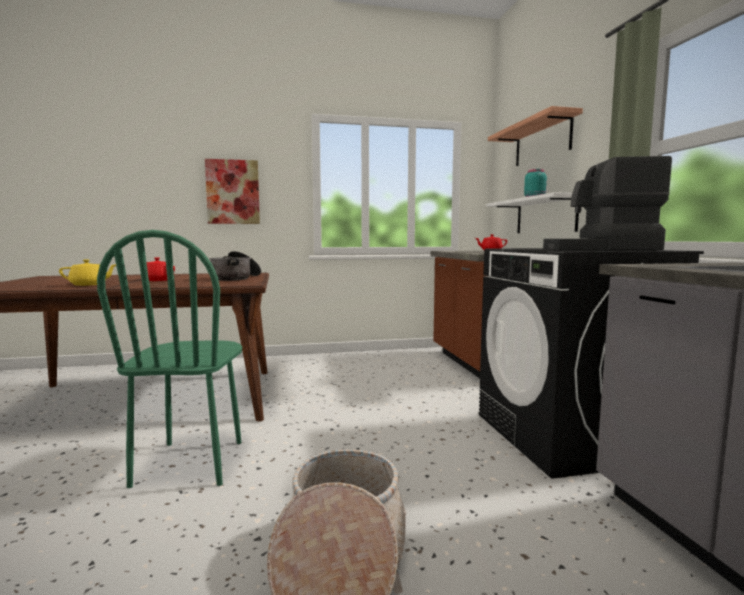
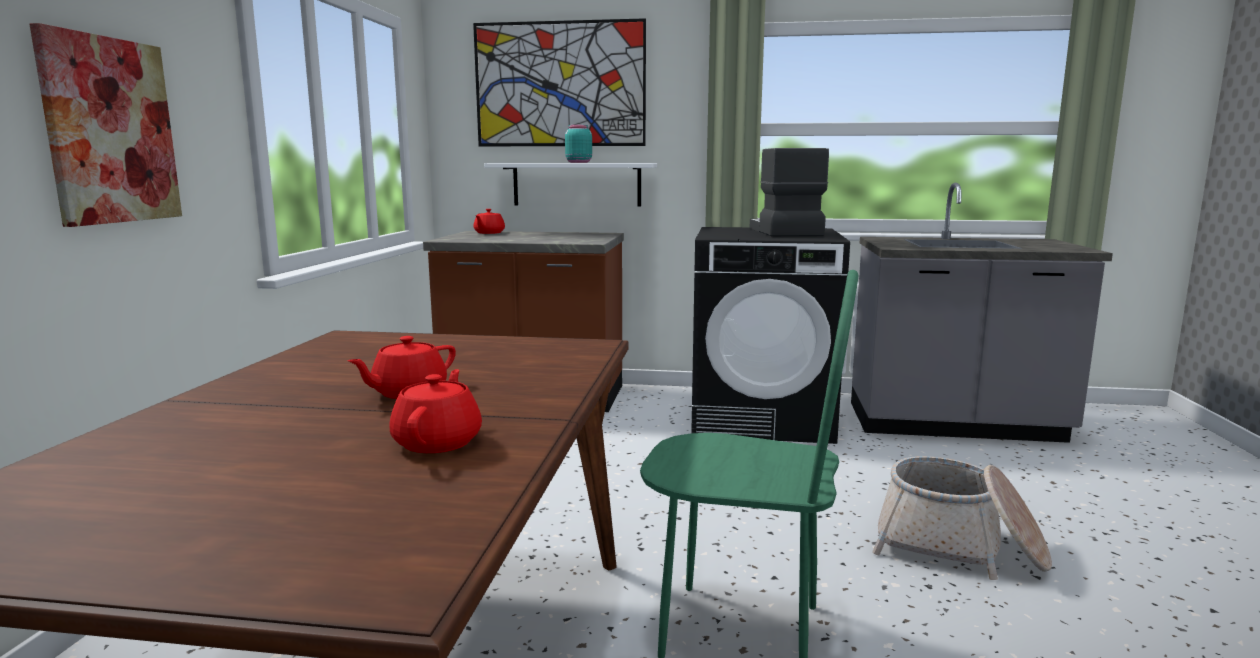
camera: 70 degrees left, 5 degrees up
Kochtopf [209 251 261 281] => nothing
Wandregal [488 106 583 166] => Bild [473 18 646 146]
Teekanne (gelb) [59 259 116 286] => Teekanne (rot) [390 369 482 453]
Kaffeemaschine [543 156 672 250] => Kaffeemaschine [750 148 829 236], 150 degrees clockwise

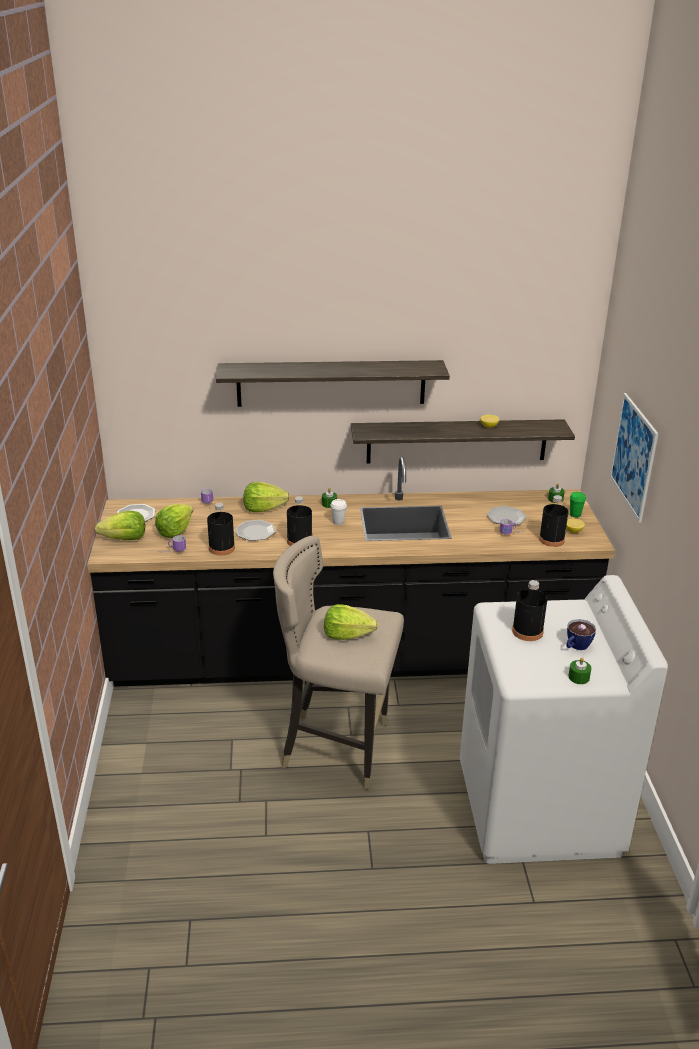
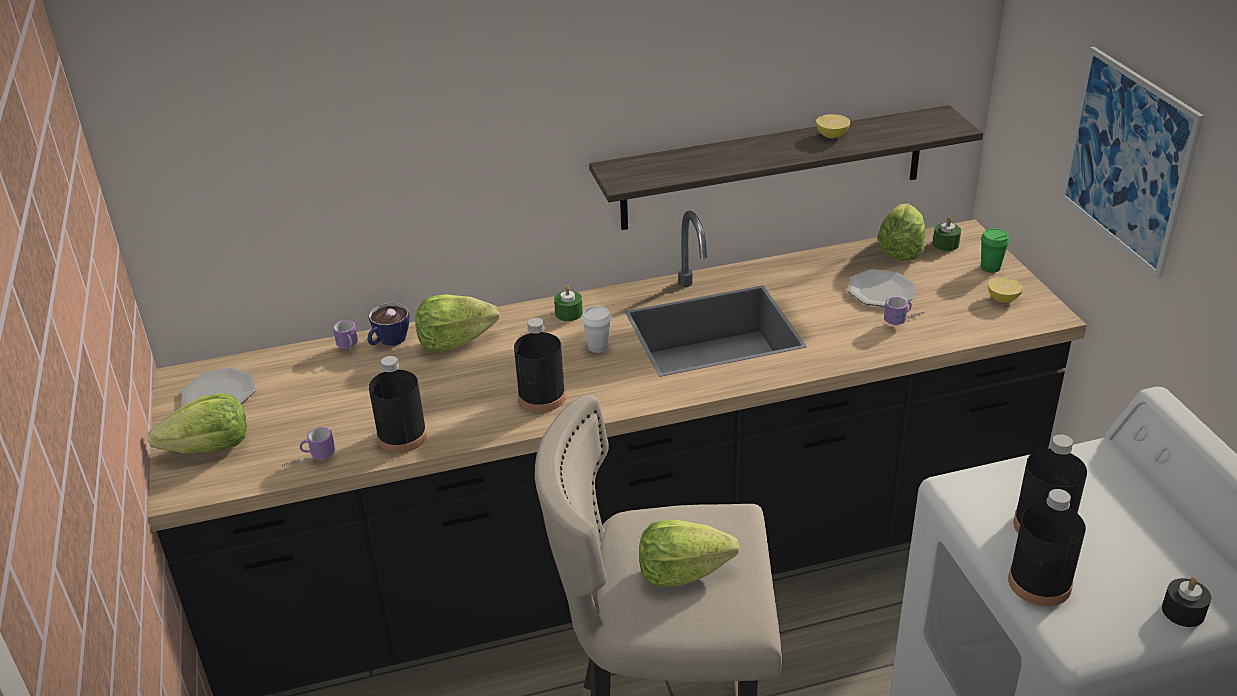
camera: 10 degrees left, 5 degrees up
Wandregal [216 360 450 407] => nothing
Teller [236 520 276 541] => nothing
Salatkopf [155 504 194 538] => Salatkopf [877 204 925 261], move
Flasche (schwarz) [539 495 569 547] => Flasche (schwarz) [1008 489 1086 606], move
Tasse [567 619 596 650] => Tasse [367 303 410 346], move
Kerze (grün) [568 657 591 684] => Kerze (schwarz) [1162 577 1211 627]

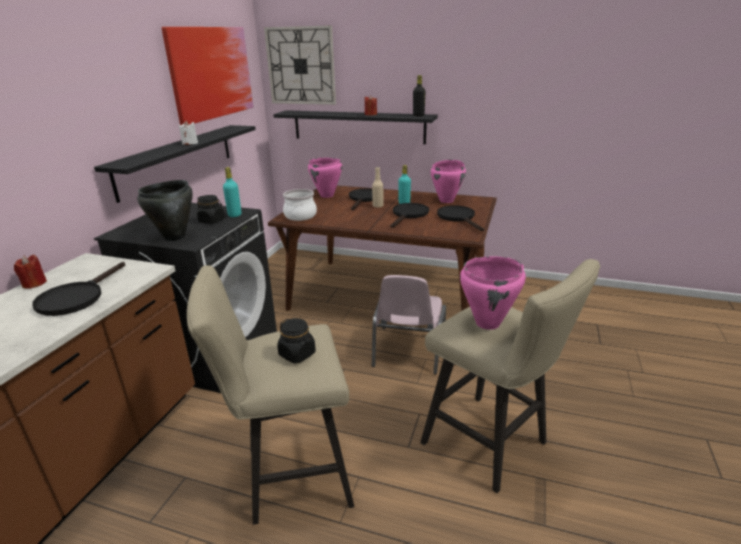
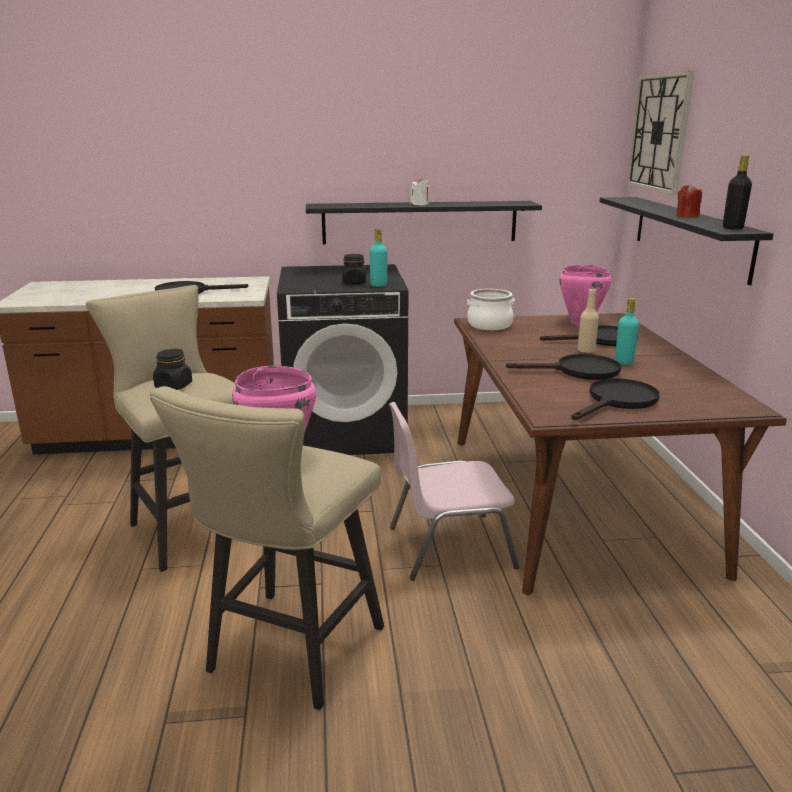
camera: 65 degrees right, 5 degrees down
Kerze (rot) [14 255 47 289] => nothing
Kochtopf (schwarz) [137 180 193 241] => nothing
Bild [161 27 253 125] => nothing
Kochtopf (rosa) [431 160 466 203] => nothing

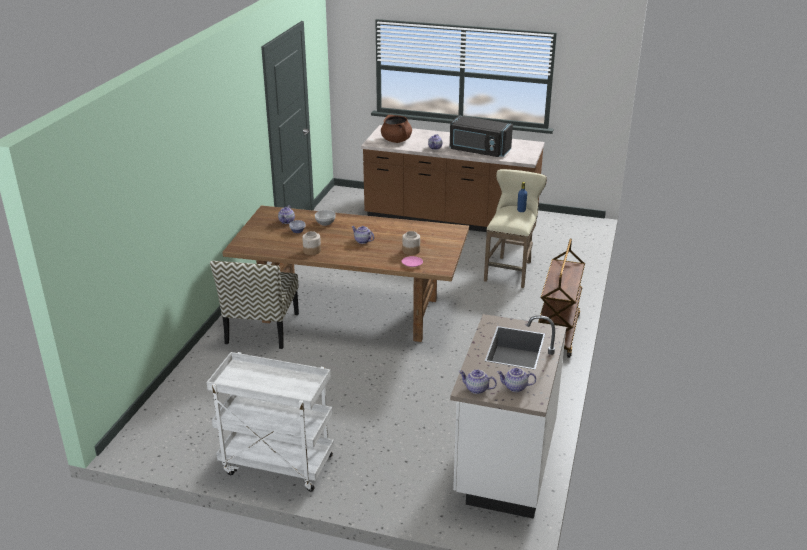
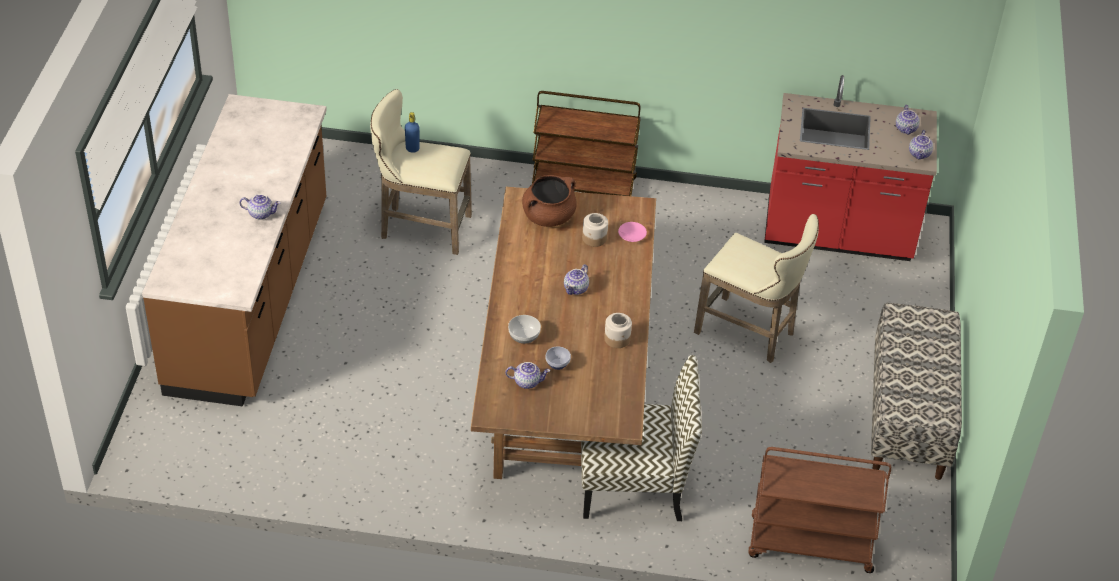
camera: 100 degrees left, 15 degrees up
Mikrowelle (schwarz) [450 115 513 157] => nothing
nothing => Hocker (beige) [694 214 819 363]
nothing => Rollwagen (braun) [748 447 891 573]
Kochtopf (braun) [381 115 412 143] => Kochtopf (braun) [522 175 577 227], move
Rollwagen (weiß) [207 352 334 492] => Bank [871 303 962 480]
Küchenzeile (weiß) [450 314 566 519] => Küchenzeile (rot) [764 75 937 261]

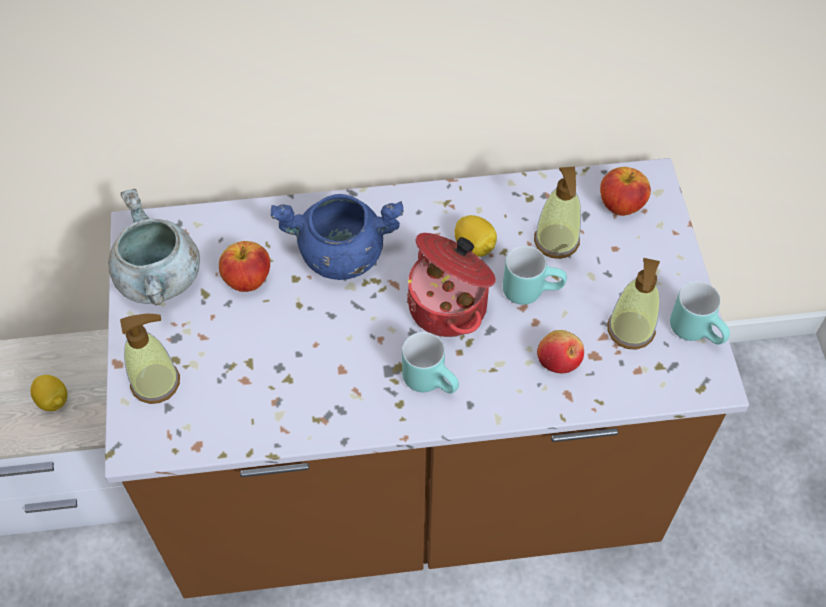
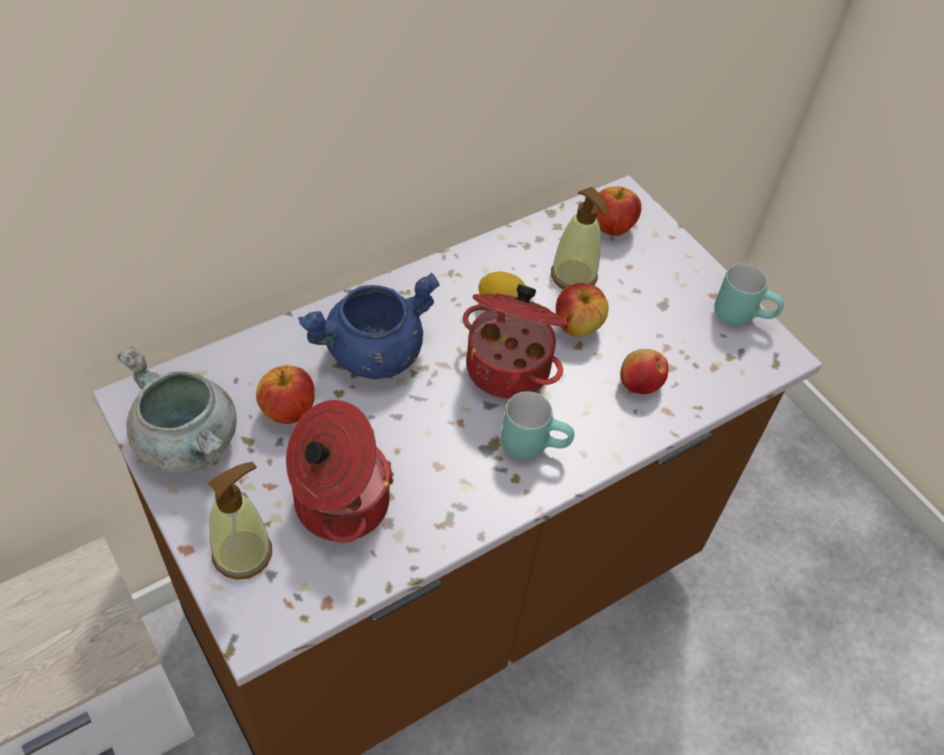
camera: 30 degrees left, 5 degrees down
Zitrone [31 375 68 411] => nothing
Seifenspender [607 258 660 350] => nothing
nothing => Kochtopf [286 400 394 543]
Henkelbecher (türkis) [503 246 567 305] => Apfel [556 283 609 337]

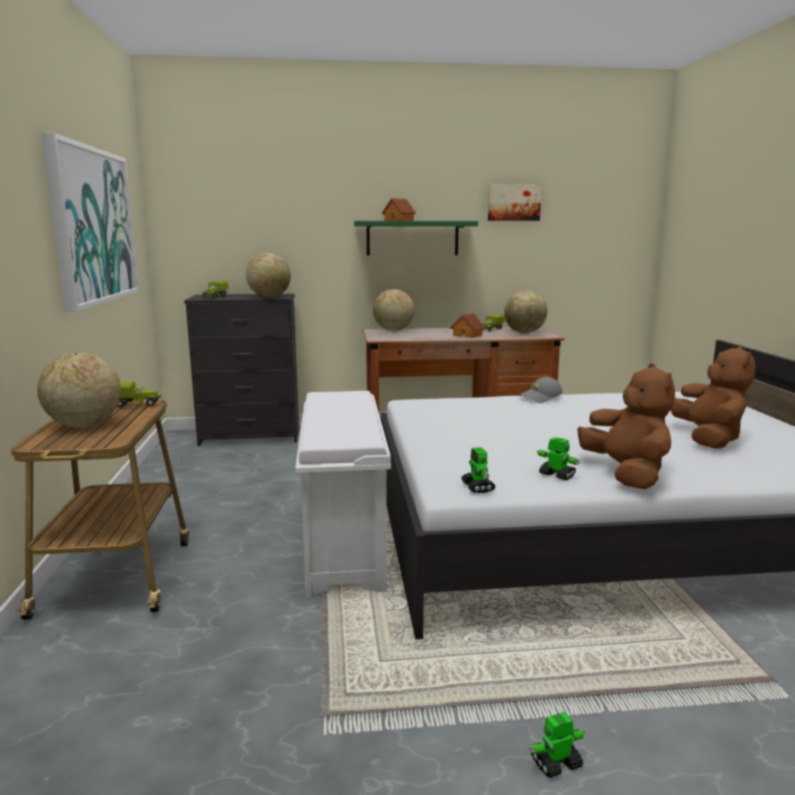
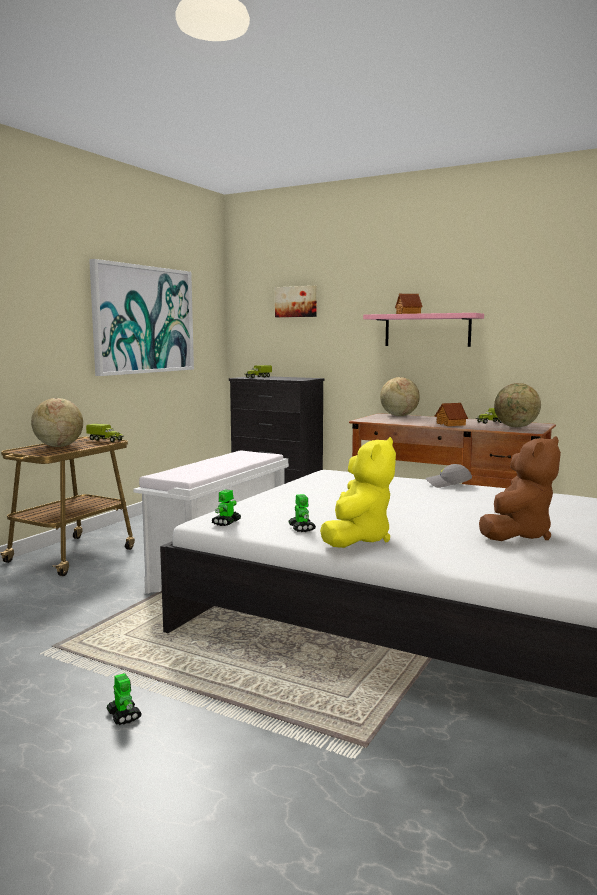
camera: 35 degrees right, 5 degrees down
Globus [246 253 291 298] => nothing
Bild [488 185 542 221] => Bild [275 286 317 317], move
Wandregal (grün) [354 221 478 256] => Wandregal (rosa) [363 313 484 347]
Plüschtier (braun) [577 363 675 489] => Plüschtier (gelb) [320 437 396 548]
Spielzeugroboter [529 712 585 778] => Spielzeugroboter [106 673 142 725], 45 degrees clockwise

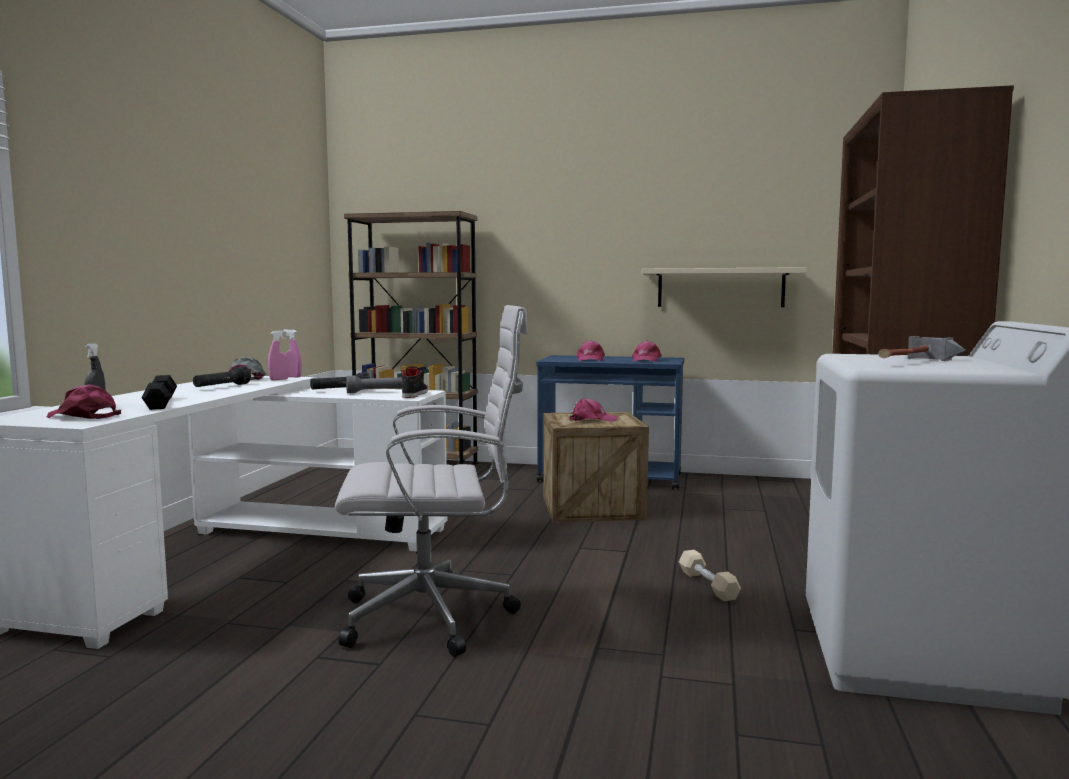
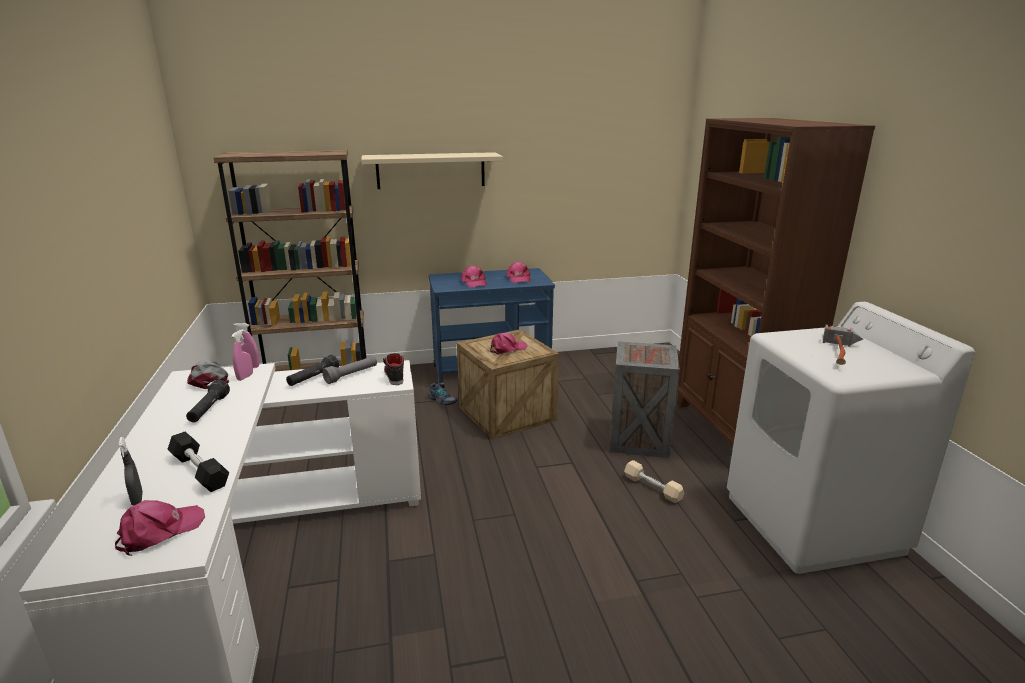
camera: 25 degrees left, 15 degrees up
Bürostuhl (weiß) [335 305 528 657] => nothing
nothing => Schuh [428 383 457 405]
nothing => Kiste [610 341 680 458]
Wandregal (beige) [641 267 806 307] => Wandregal (beige) [361 152 503 189], move
Kappe (rosa) [47 384 121 419] => Kappe (rosa) [115 500 205 556], 135 degrees clockwise

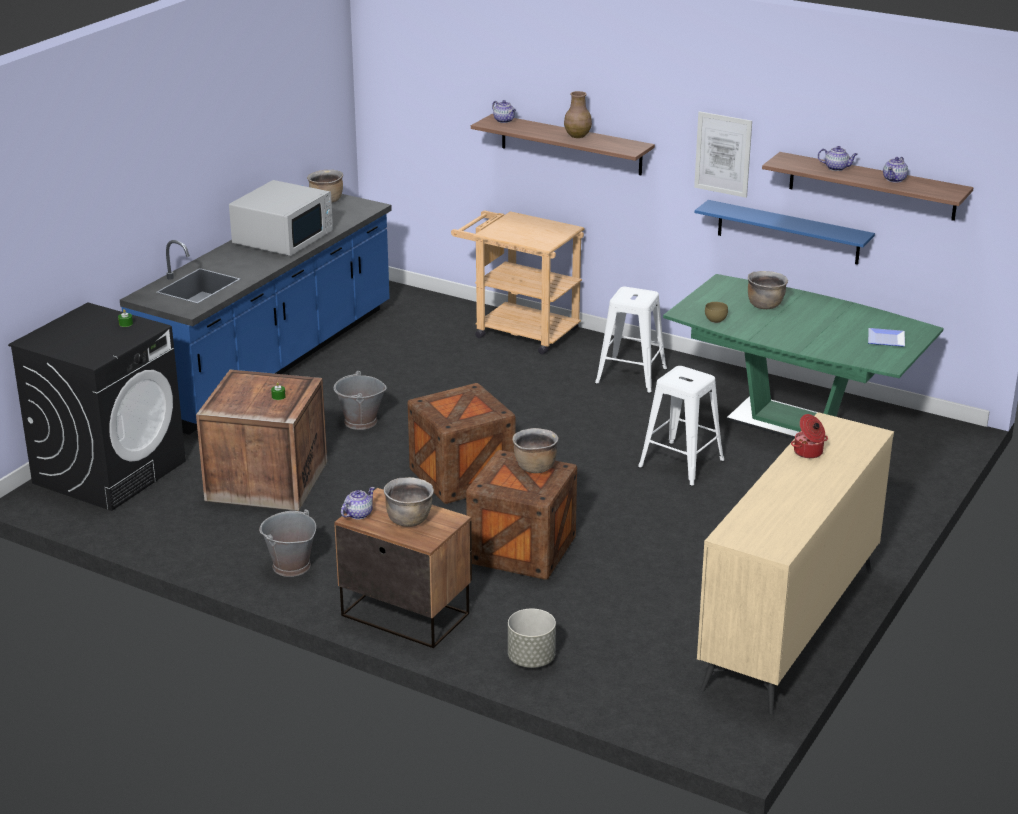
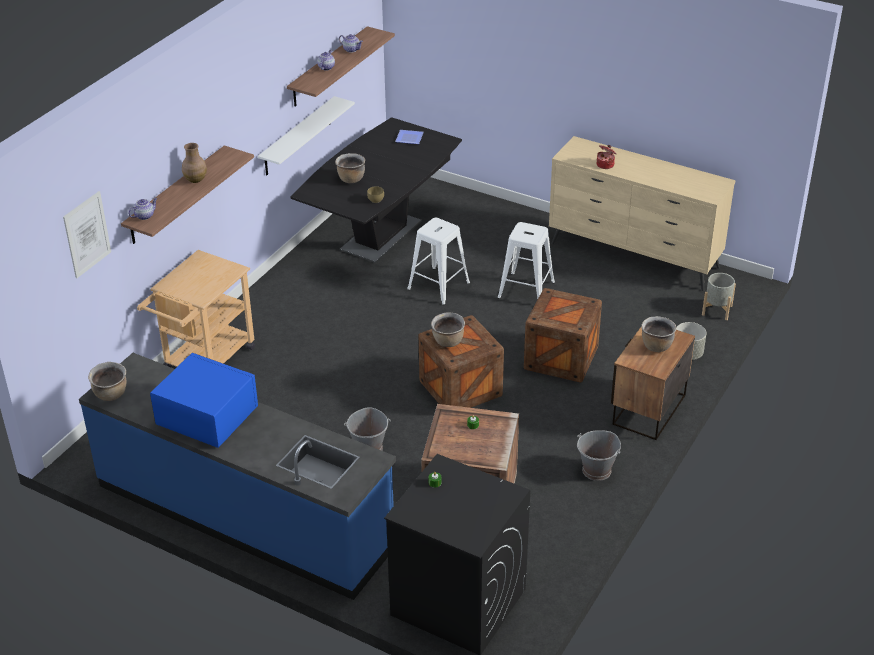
camera: 90 degrees left, 10 degrees up
Teekanne [341 487 375 519] => nothing
nothing => Pflanzkübel (grau) [702 273 736 320]
Kochtopf (braun) [512 428 559 473] => Kochtopf (braun) [431 312 465 347], move
Hocker (weiß) [595 287 667 393] => Hocker (weiß) [497 222 555 299], move
Bild [694 111 752 198] => Bild [63 191 111 278], move
Mikrowelle (weiß) [229 180 333 256] => Mikrowelle (blau) [150 353 258 448]
Esstisch (grün) [663 274 944 439] => Esstisch (schwarz) [290 117 462 263]
Wandregal (blau) [695 200 875 265] => Wandregal (weiß) [258 96 355 175]

